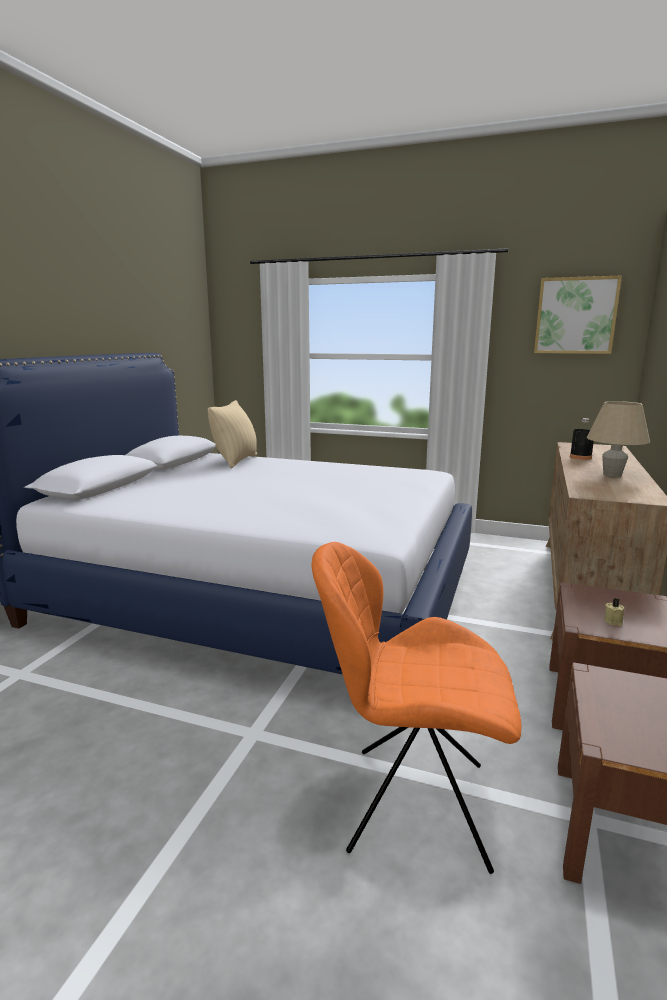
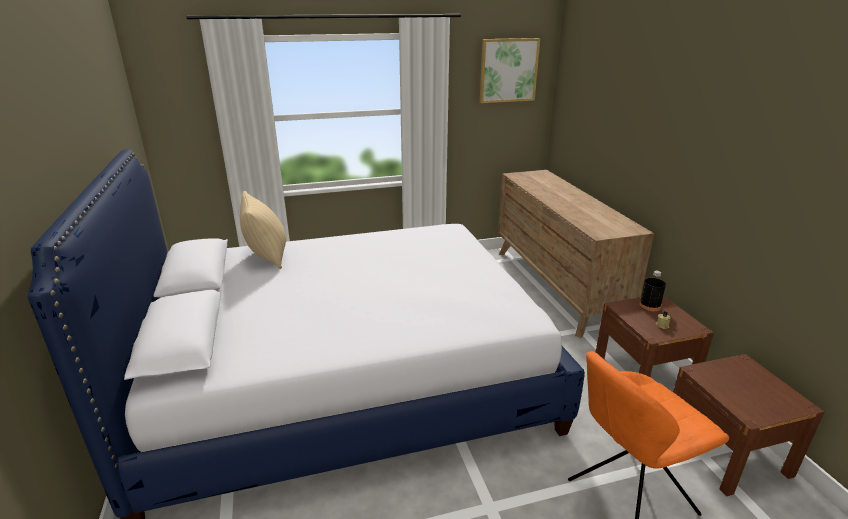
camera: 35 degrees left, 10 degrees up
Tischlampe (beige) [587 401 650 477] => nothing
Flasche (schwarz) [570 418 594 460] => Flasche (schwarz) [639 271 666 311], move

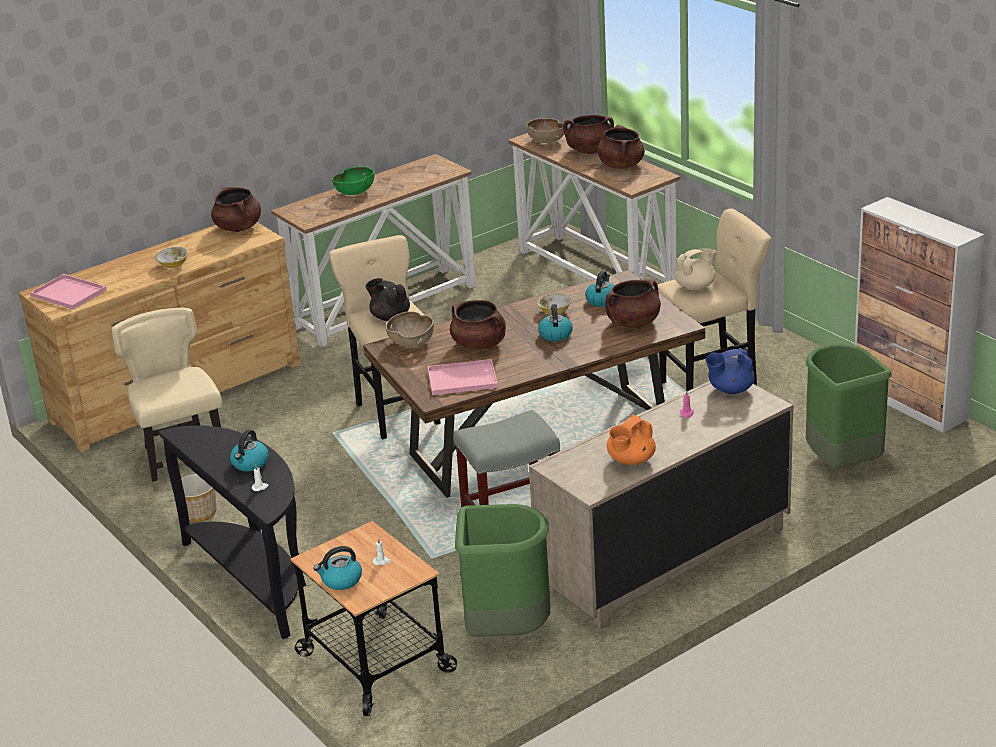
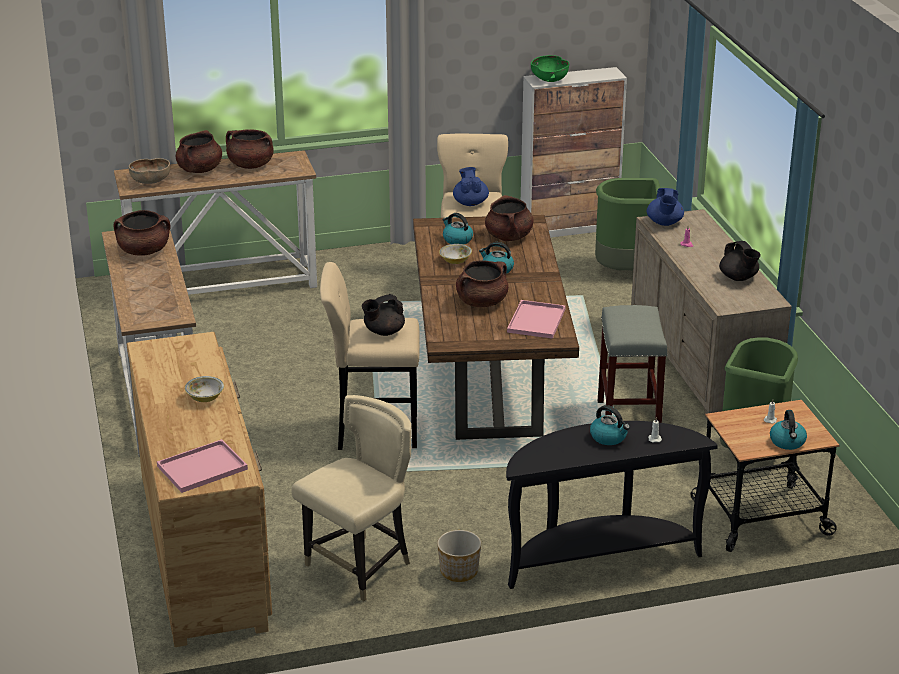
camera: 70 degrees left, 0 degrees up
Schüssel (braun) [386 311 434 347] => nothing
Kochtopf (braun) [211 187 261 232] => Kochtopf (braun) [114 210 171 256], move
Schüssel (grün) [332 167 374 195] => Schüssel (grün) [531 55 569 82], move
Teekanne (orange) [607 415 656 465] => Teekanne (schwarz) [719 241 761 281]
Teekanne (beige) [675 249 716 290] => Teekanne (blau) [453 167 489 206]
Stuhl (beige) [111 308 222 492] => Stuhl (beige) [291 395 411 601], 135 degrees clockwise

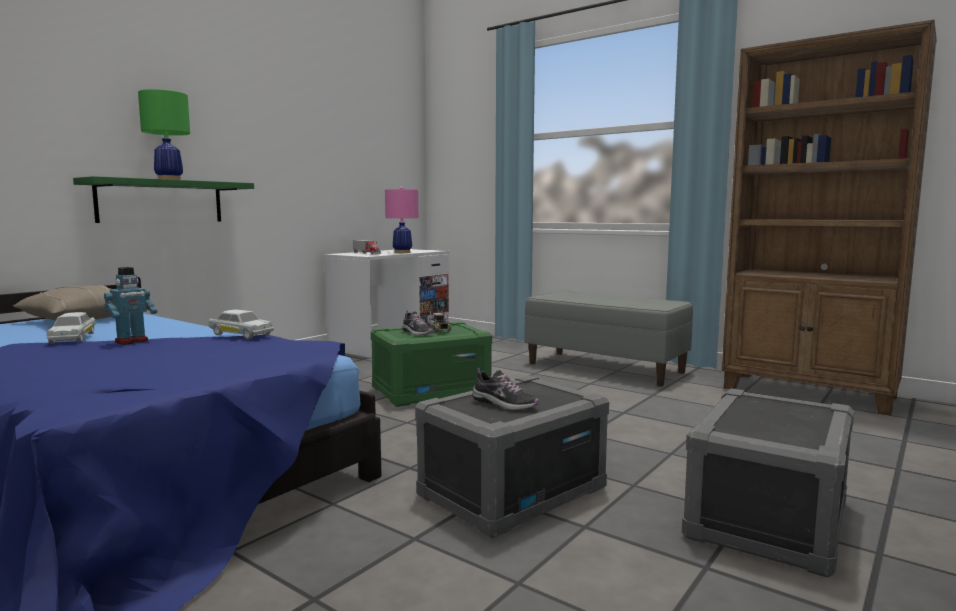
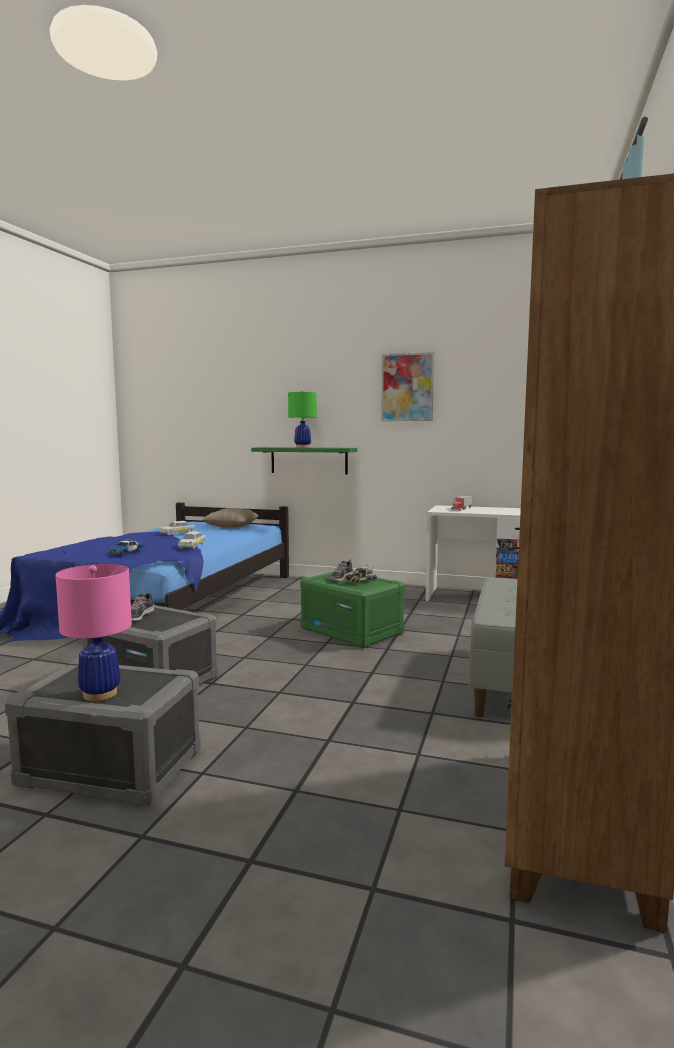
camera: 70 degrees right, 0 degrees up
Spielzeugroboter [104 267 157 345] => nothing
nothing => Spielzeugauto [107 539 145 555]
nothing => Bild [381 352 434 421]
Tischlampe (rosa) [385 187 418 253] => Tischlampe (rosa) [55 564 132 701], move

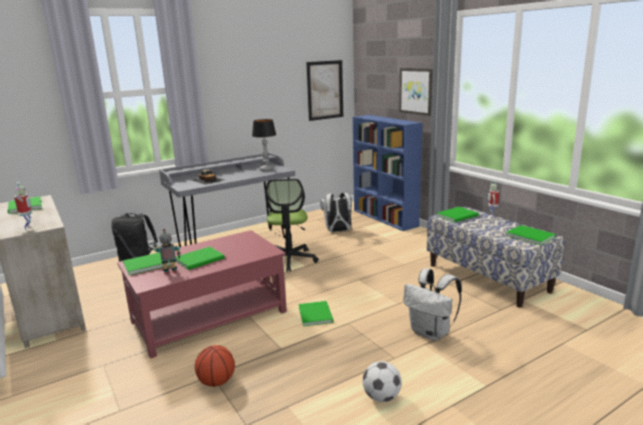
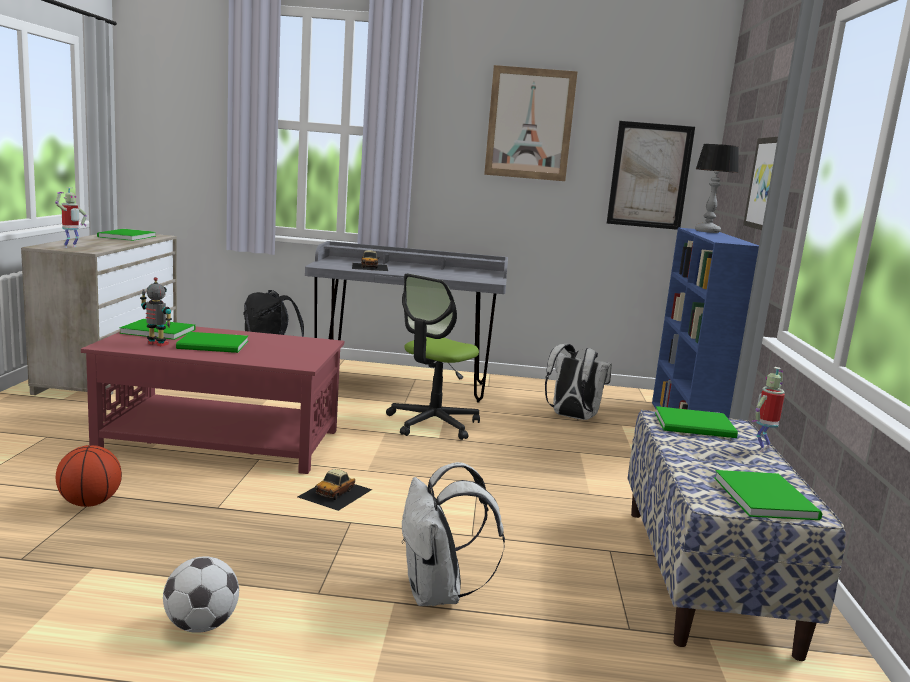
camera: 35 degrees right, 5 degrees down
nothing => Bild [484 65 578 181]
Tischlampe [252 119 276 171] => Tischlampe [695 144 739 233], move
Buch (grün) [298 301 334 326] => Spielzeugauto [298 469 372 511]

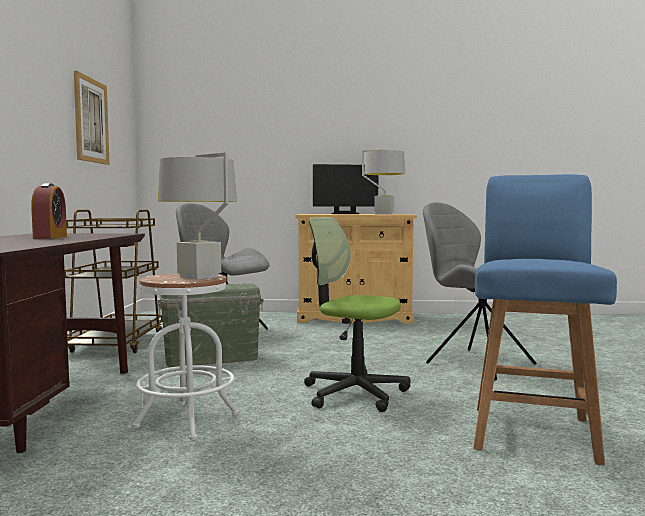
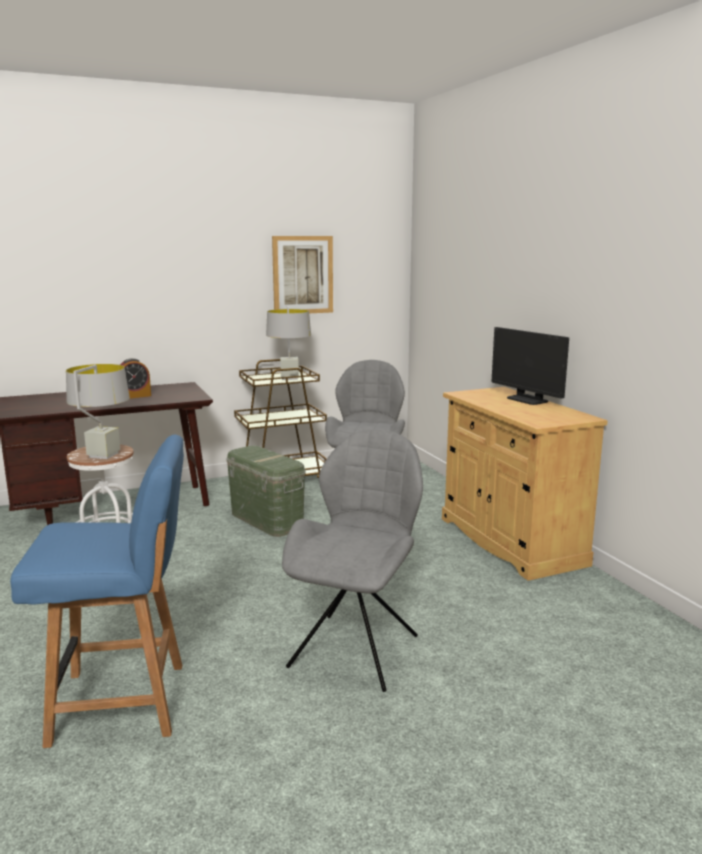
camera: 65 degrees right, 10 degrees up
Bürostuhl [304 217 411 412] => nothing
Tischlampe (grau) [362 149 405 215] => Tischlampe (grau) [266 306 311 380], move

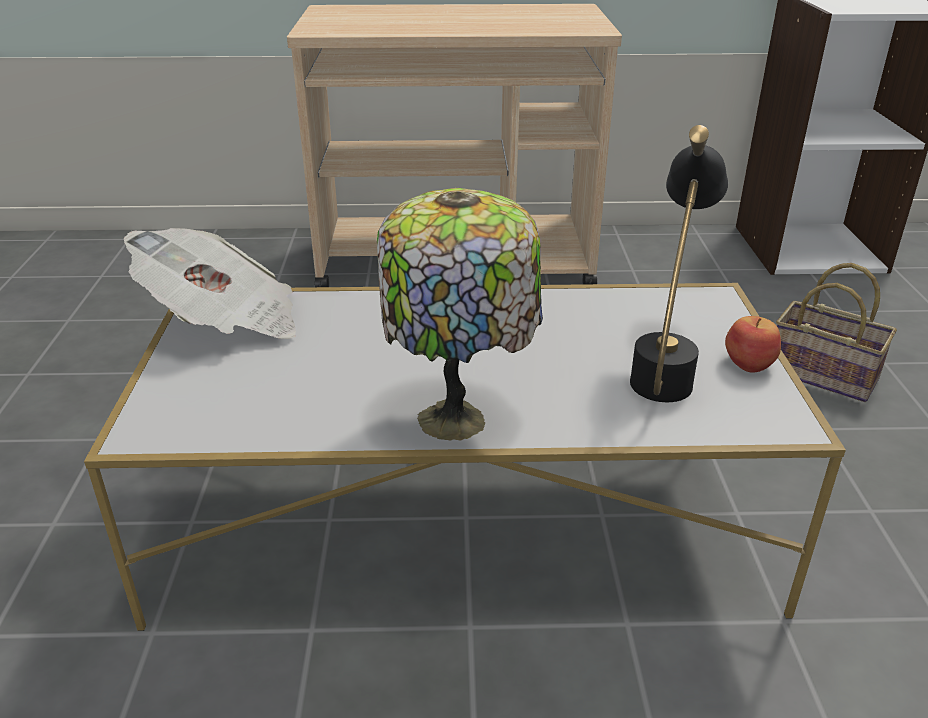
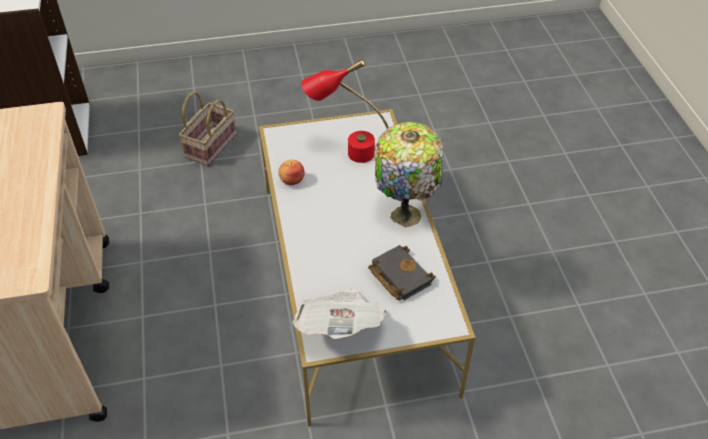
camera: 100 degrees left, 15 degrees up
nothing => Buch (schwarz) [368 245 436 300]
Apfel [725 316 781 373] => Apfel [278 160 305 185], move
Tischlampe (schwarz) [630 125 728 402] => Tischlampe (rot) [301 59 389 163]

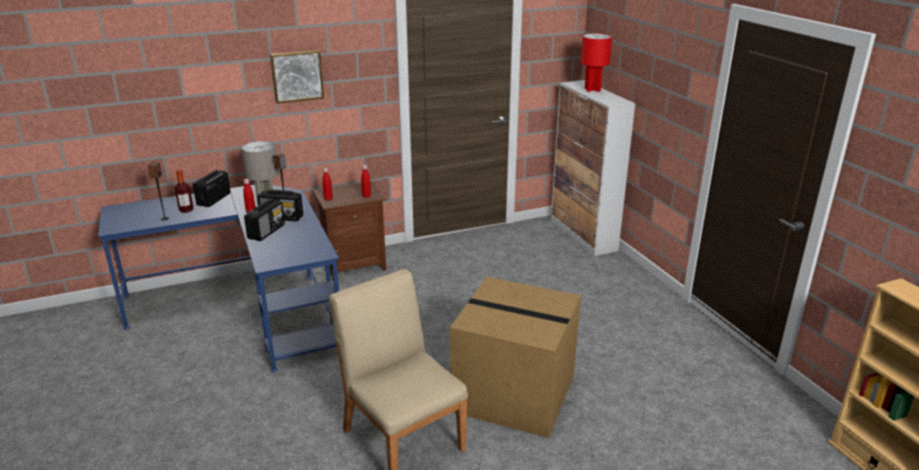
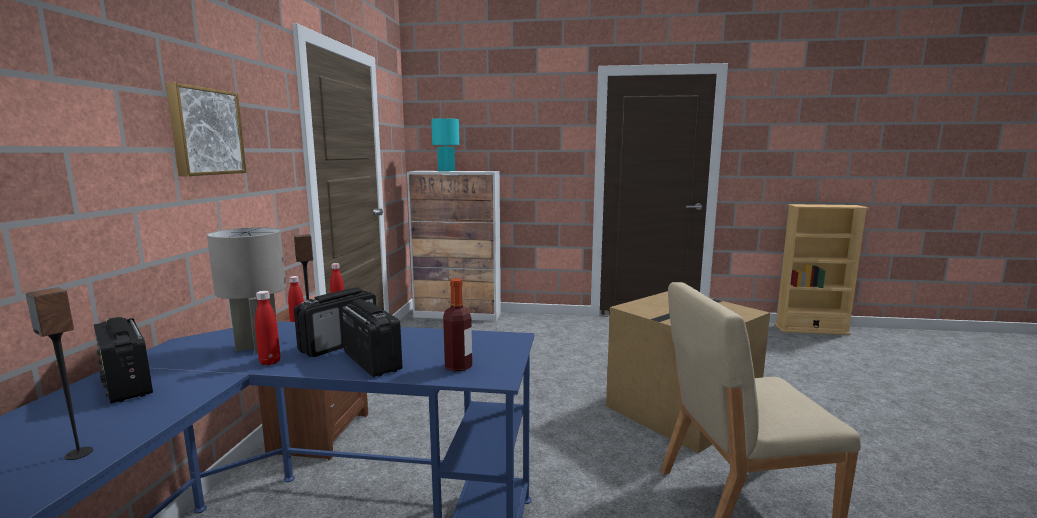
camera: 60 degrees left, 15 degrees down
Flasche [175 170 194 213] => Flasche [443 278 472 372], move
Tischlampe (rot) [581 33 612 92] => Tischlampe (türkis) [431 118 459 171]

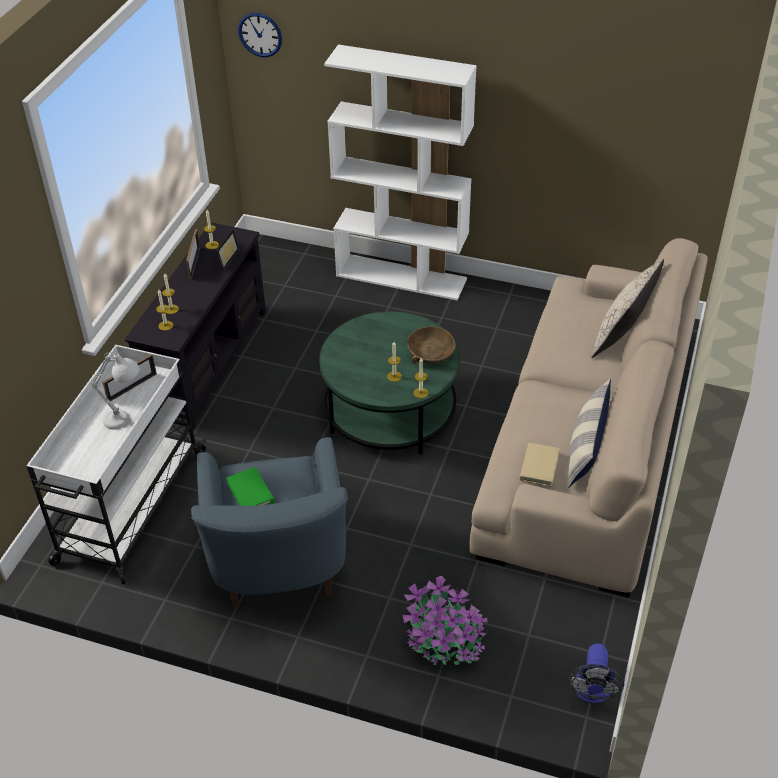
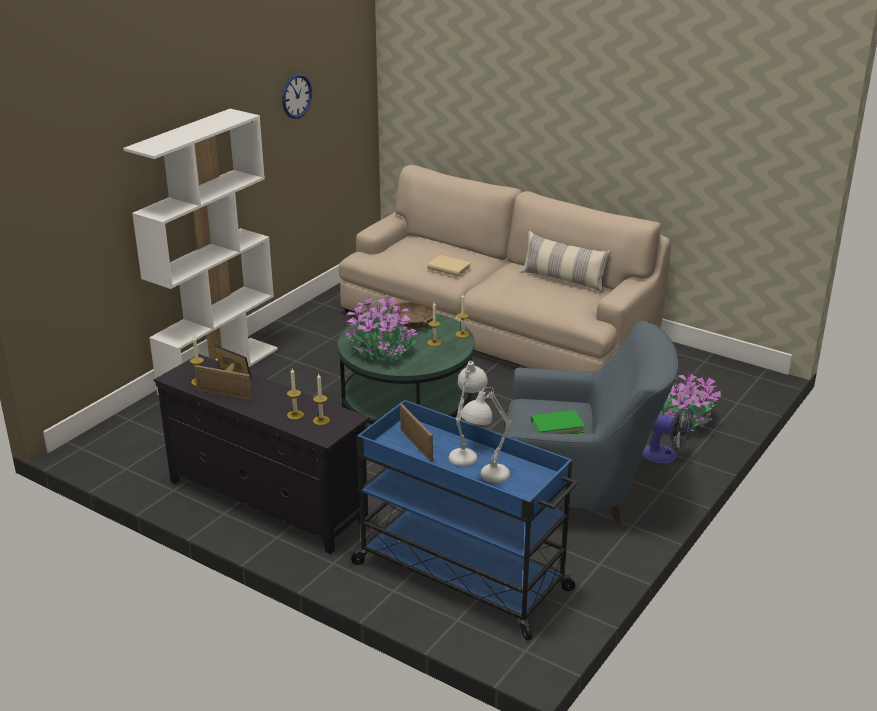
camera: 75 degrees left, 15 degrees down
Kissen (beige) [591 259 664 358] => nothing
nothing => Topfpflanze [346 295 419 362]
nothing => Tischlampe (weiß) [461 387 511 483]
Wanduhr [238 13 282 57] => Wanduhr [282 74 312 119], move
Buch (beige) [520 443 560 487] => Buch (beige) [427 255 472 277], move
Ventilator [568 643 624 703] => Ventilator [643 406 692 464], move
Rollwagen (weiß) [26 345 207 585] => Rollwagen (blau) [348 400 578 641]

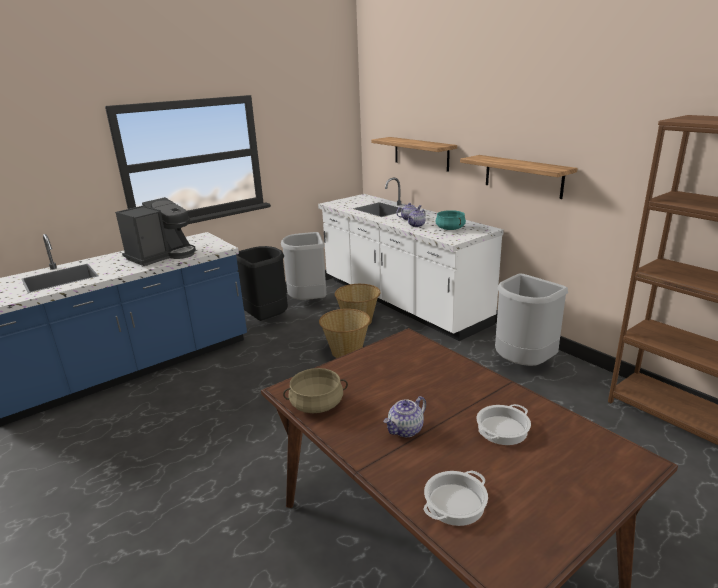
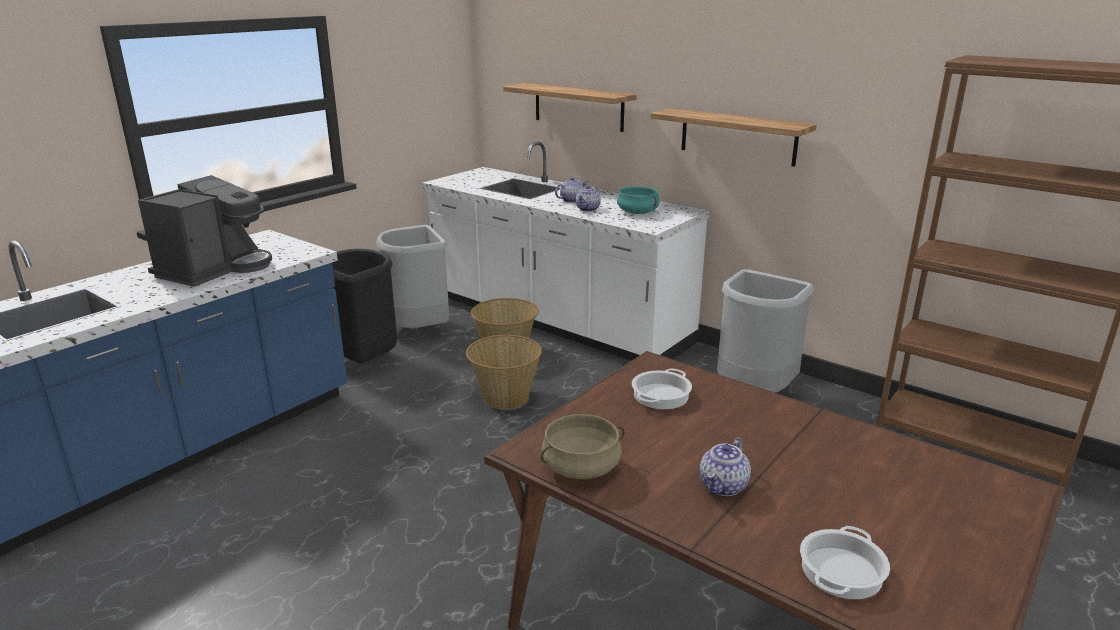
camera: 15 degrees left, 0 degrees up
Kochtopf [476 404 531 445] => Kochtopf [632 368 692 409], move

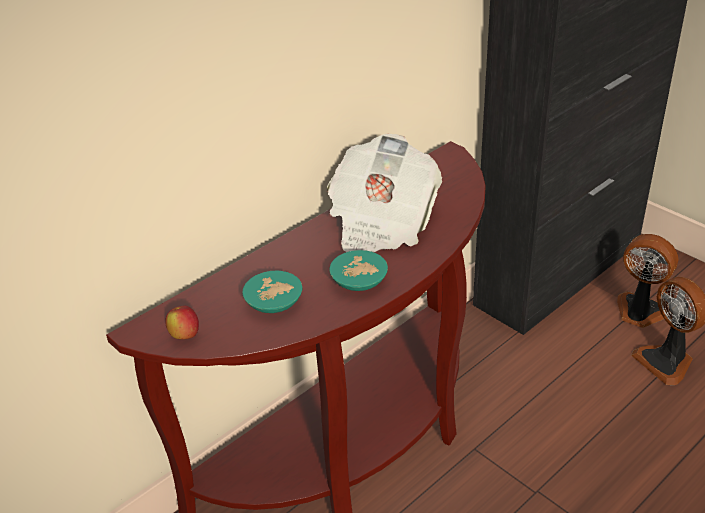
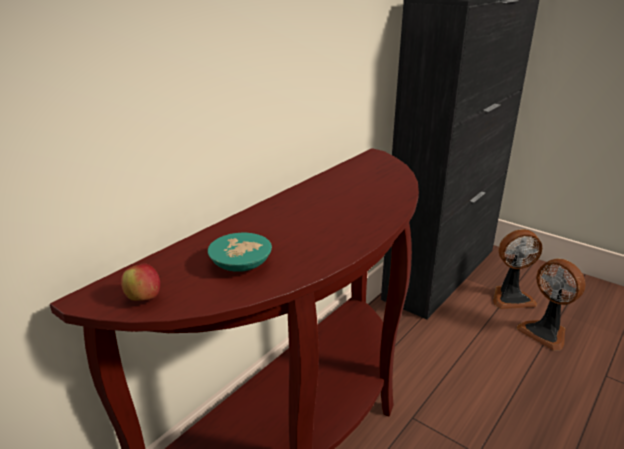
camera: 10 degrees left, 10 degrees down
Zeitung [327 134 442 252] => nothing
Schüssel (türkis) [329 250 388 291] => nothing
Ventilator [617 234 679 328] => Ventilator [493 229 542 309], 150 degrees clockwise

